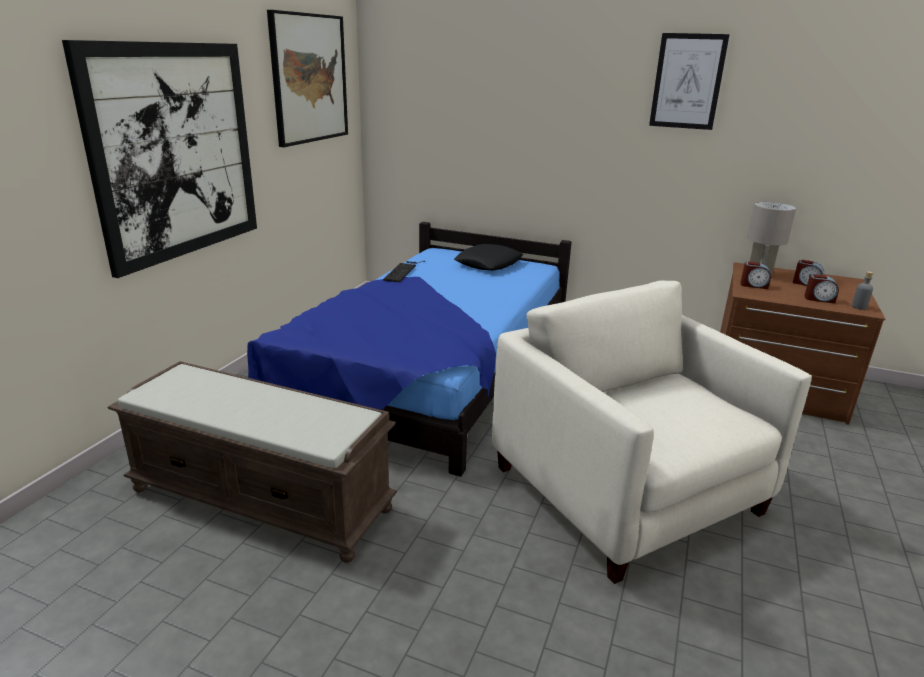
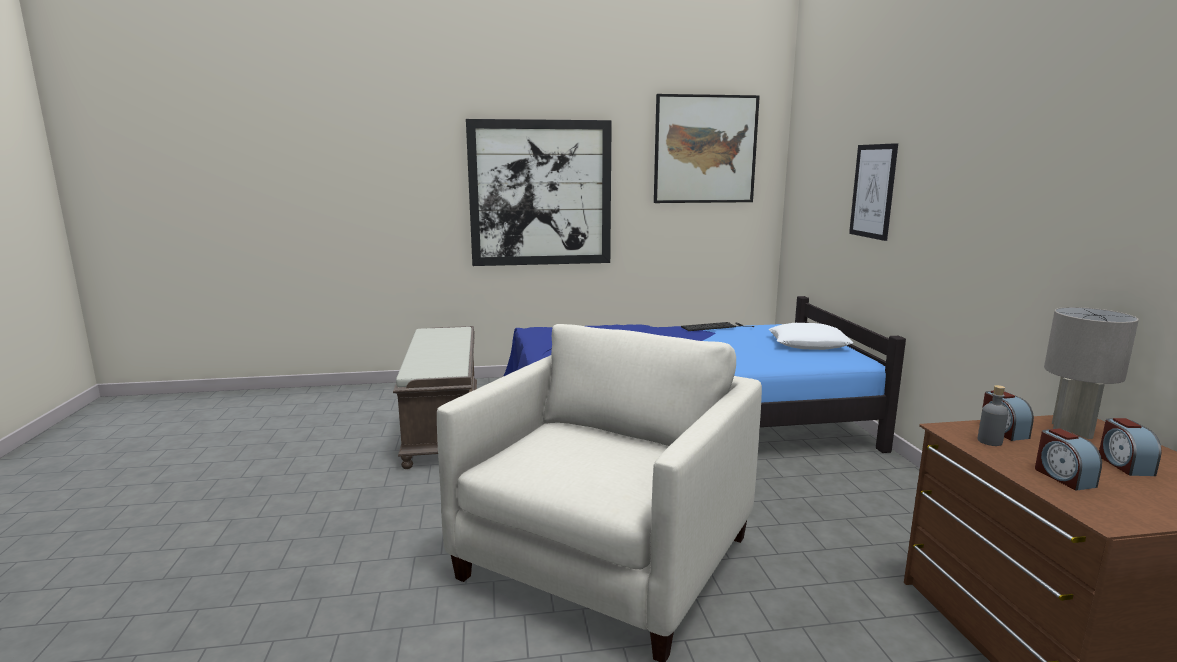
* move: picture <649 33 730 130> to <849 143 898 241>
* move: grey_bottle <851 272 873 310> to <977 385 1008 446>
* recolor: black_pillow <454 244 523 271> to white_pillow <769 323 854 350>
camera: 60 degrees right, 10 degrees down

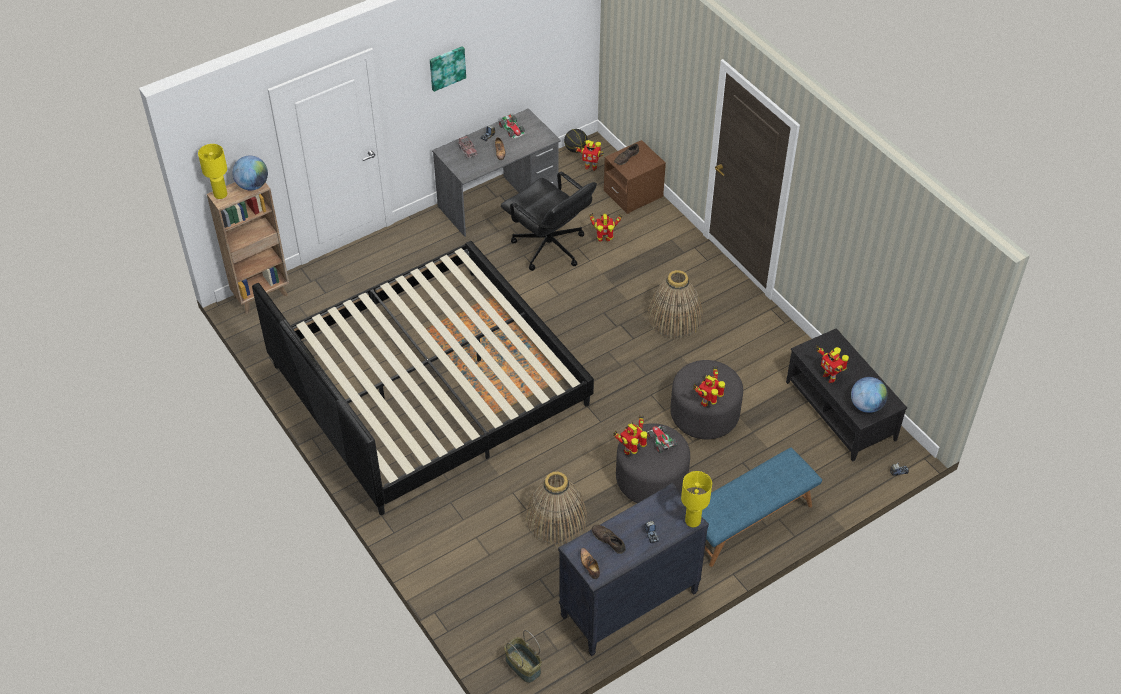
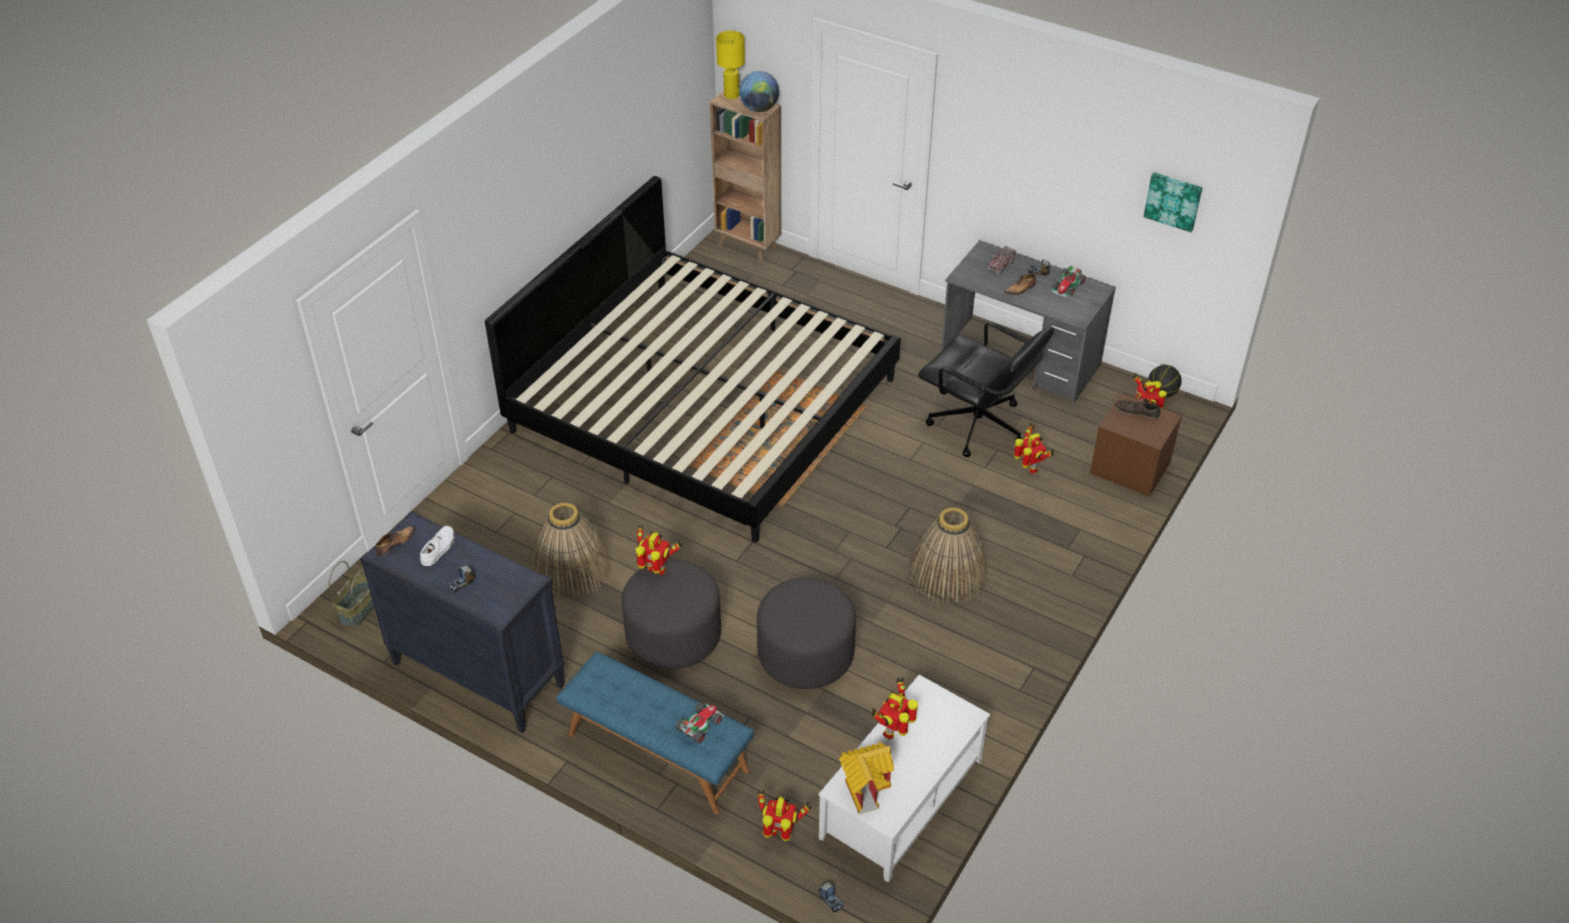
* delete: yellow_table_lamp <681 471 712 527>
* move: picture <430 46 466 92> to <1143 172 1203 232>
* move: toy_car <647 426 678 453> to <676 702 724 744>
* move: toy_robot <693 366 725 407> to <758 789 812 841>
* replace: globe <851 377 888 413> to toy_house <839 742 894 814>
* recolor: brown_shoe <592 525 626 554> to white_shoe <420 526 455 566>
* recolor: black_coffee_table <786 328 907 462> to white_coffee_table <819 675 990 882>
* rotate: black_office_chair <501 172 597 271> = <918 322 1054 457> 75 degrees counterclockwise
camera: 65 degrees right, 5 degrees down

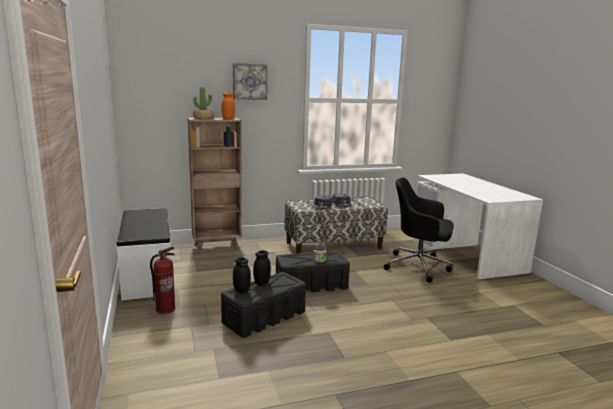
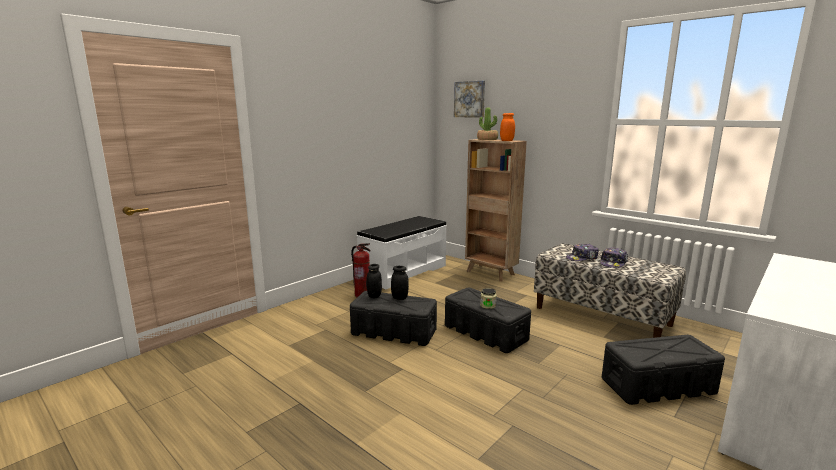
* move: picture <233 63 268 100> to <454 81 485 118>
* replace: black_office_chair <384 178 454 283> to black_storage_box <602 335 725 405>
camera: 60 degrees right, 0 degrees up

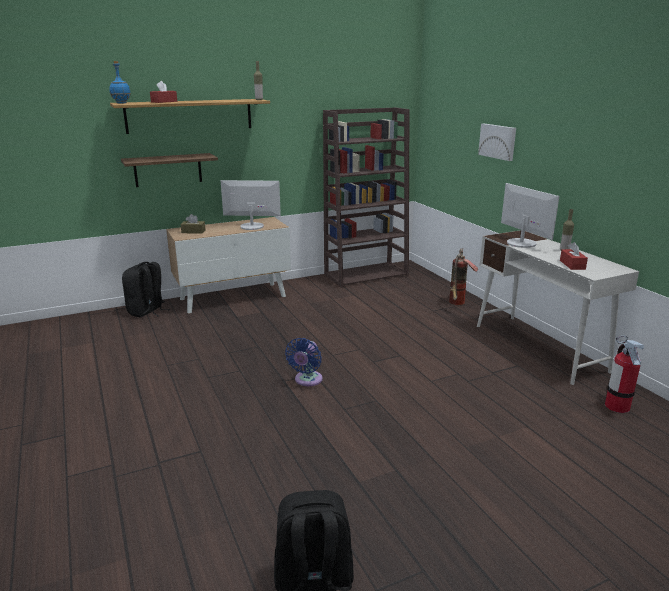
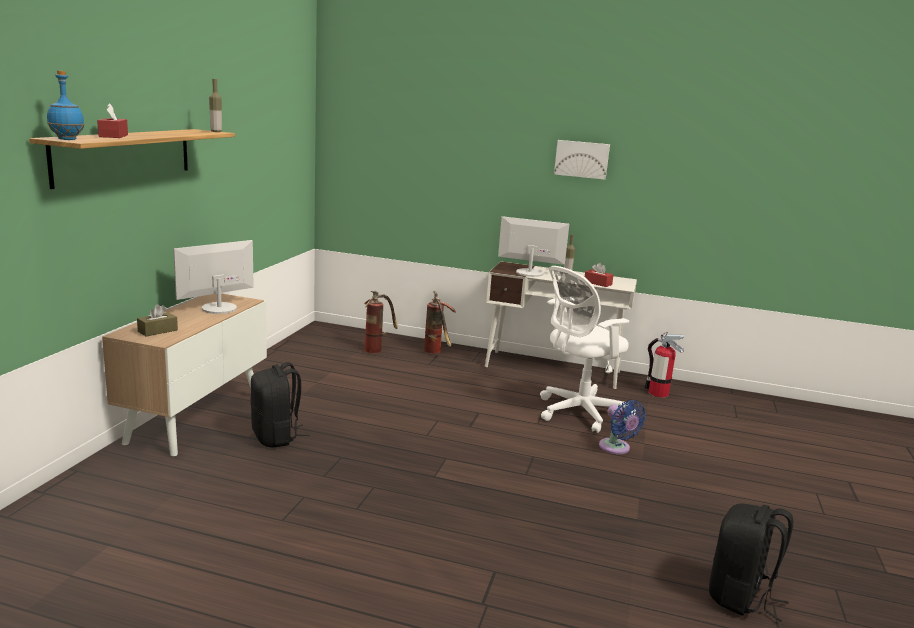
* delete: shelf <121 153 218 187>
* delete: brown_bookcase <323 107 410 288>
* insert: fire_extinguisher <364 291 398 353>
* insert: white_office_chair <540 266 636 433>
* move: black_backpack <122 262 170 318> to <250 362 309 448>
* move: blue_fan <285 338 323 386> to <599 400 646 454>
* move: picture <478 124 516 161> to <554 140 610 179>
camera: 50 degrees left, 5 degrees down

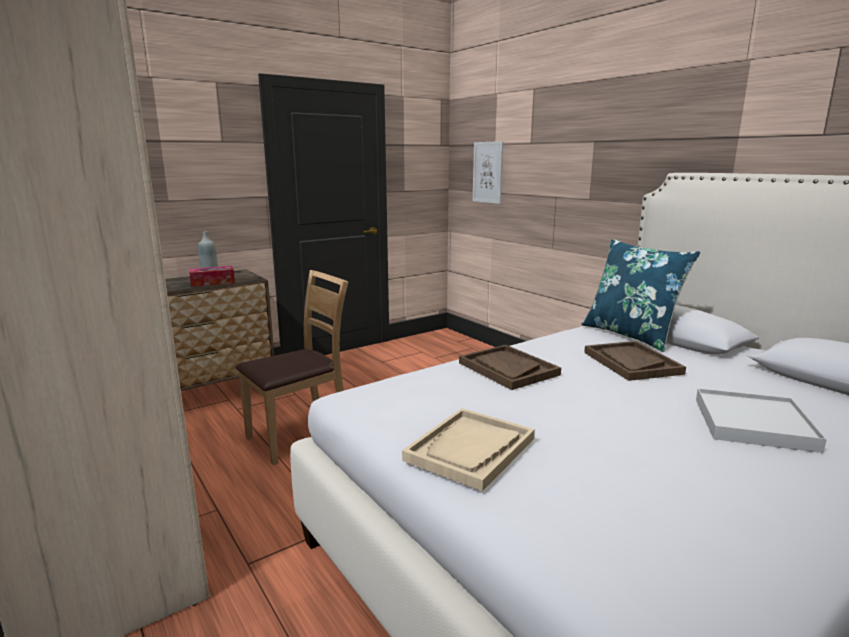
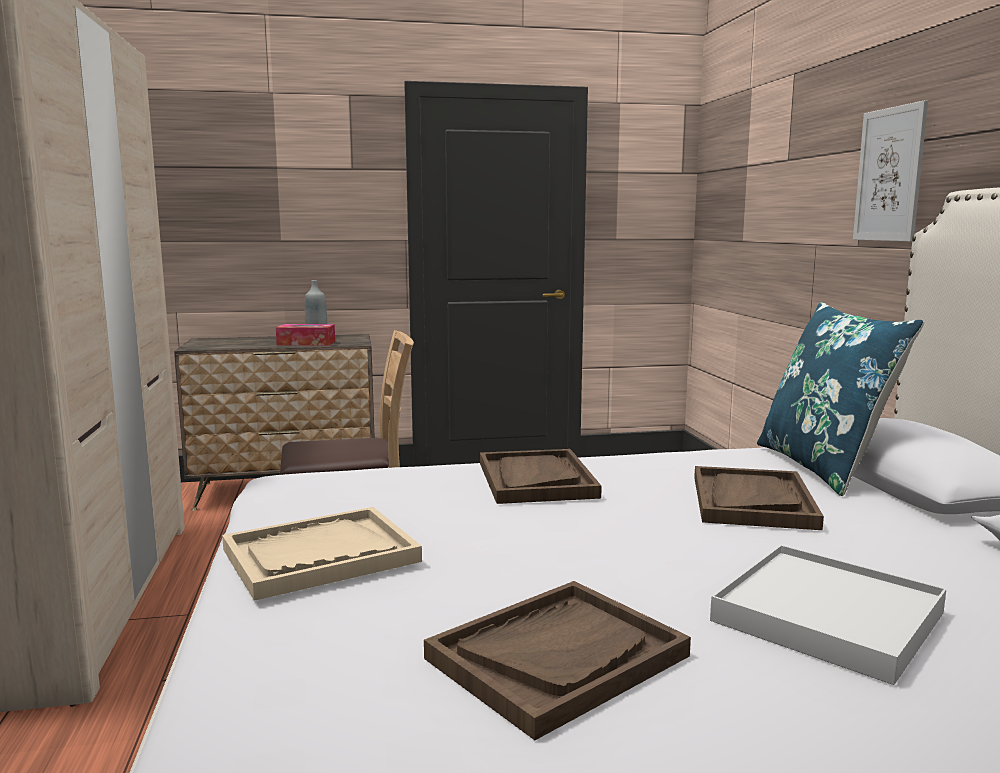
* insert: brown_tray <424 581 691 740>
* move: picture <473 141 503 204> to <853 100 928 242>
camera: 25 degrees right, 5 degrees down

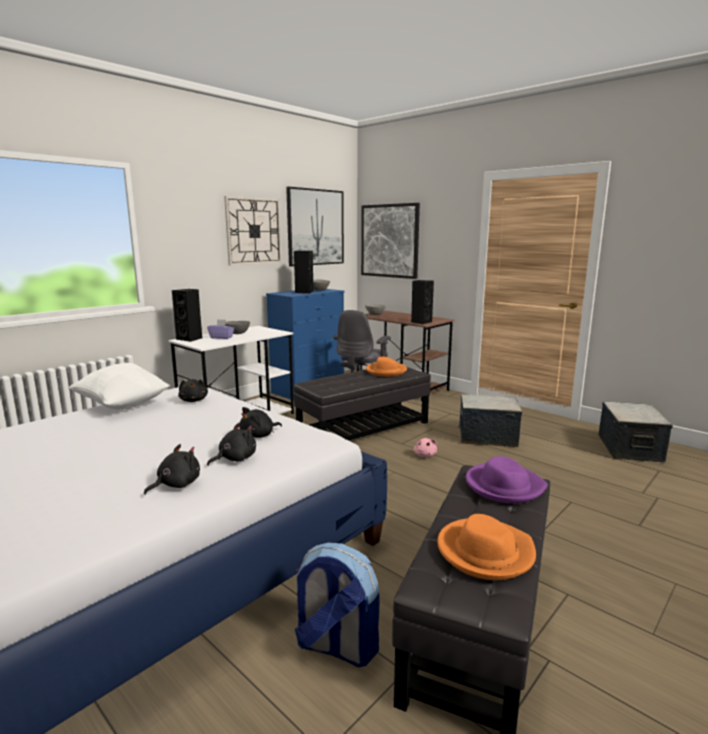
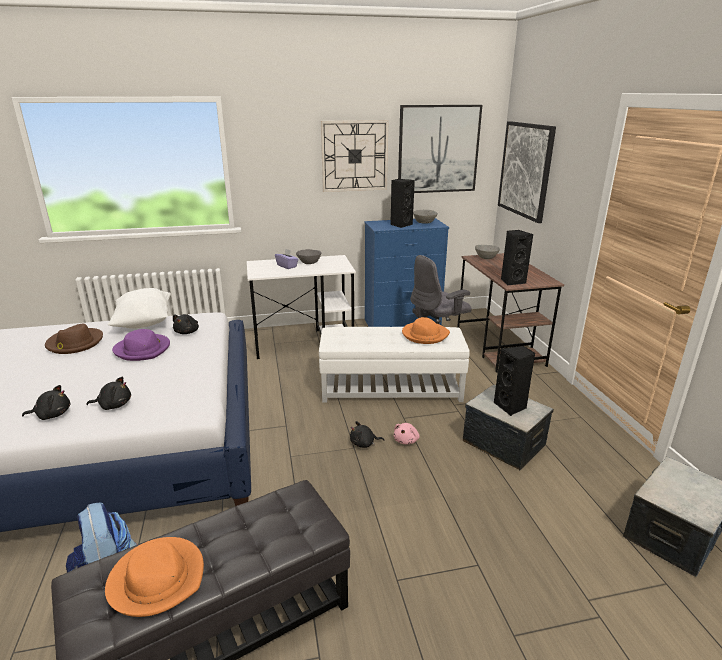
* insert: brown_hat <45 324 103 354>
* move: black_speaker <172 289 202 342> to <494 346 535 416>
* move: black_plush_toy <239 407 282 438> to <350 421 384 448>
* move: purple_hat <465 456 548 503> to <112 329 170 361>
* recolor: black_ottoman <294 367 431 441> to white_ottoman <319 327 470 403>
camera: 35 degrees right, 10 degrees up

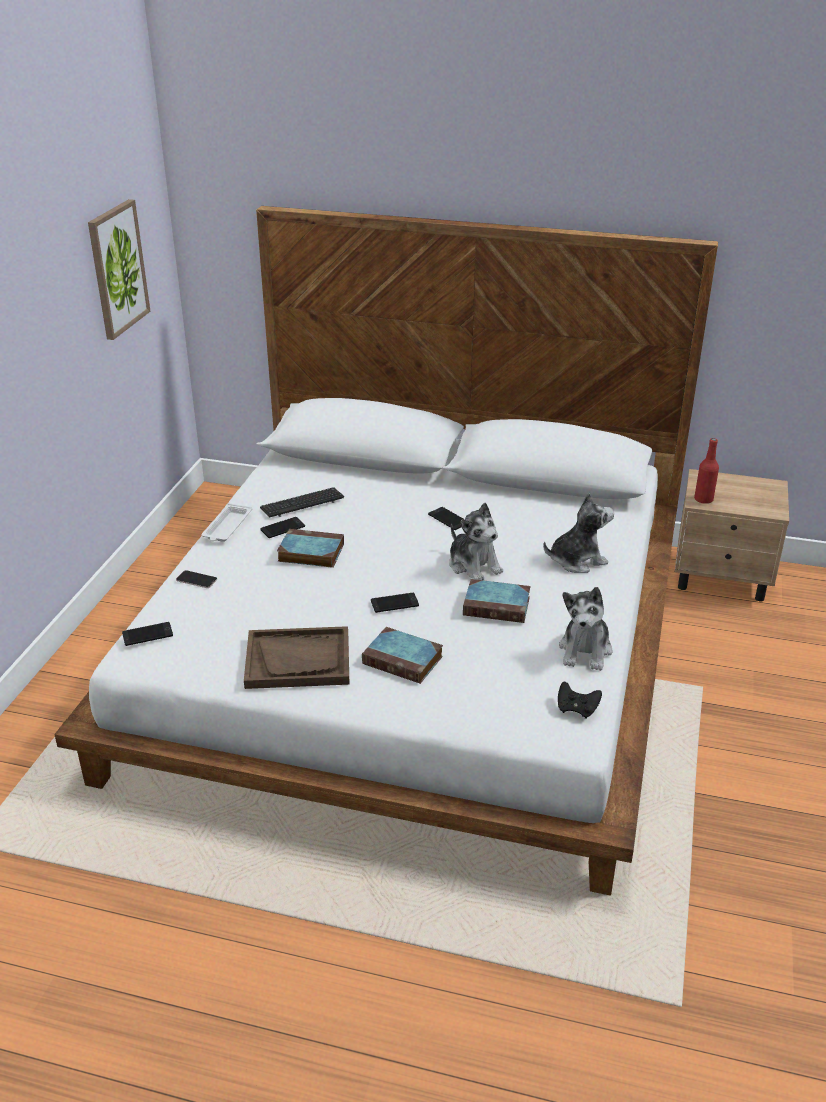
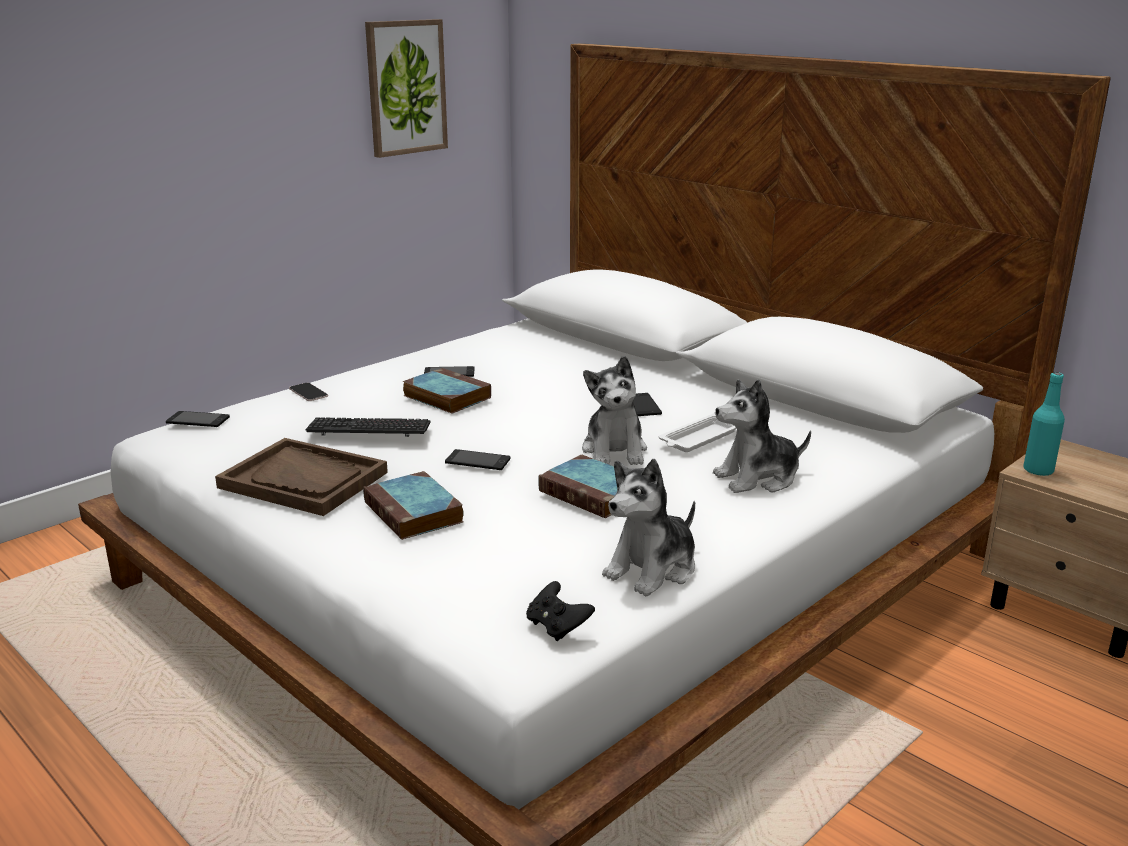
* move: white_tray <201 503 252 542> to <659 412 737 452>
* move: keyboard <260 487 344 517> to <306 417 431 437>
* recolor: red_bottle <694 438 719 504> to turquoise_bottle <1023 372 1065 476>
* rotate: plush_toy <543 492 614 573> = <713 379 811 493> 150 degrees clockwise
camera: 30 degrees right, 10 degrees down

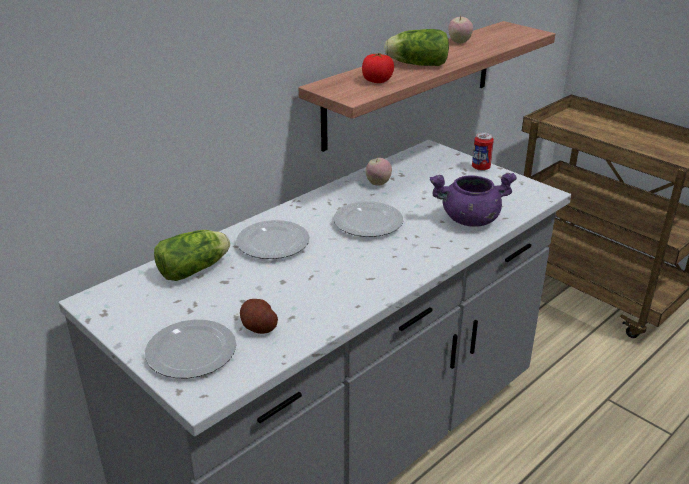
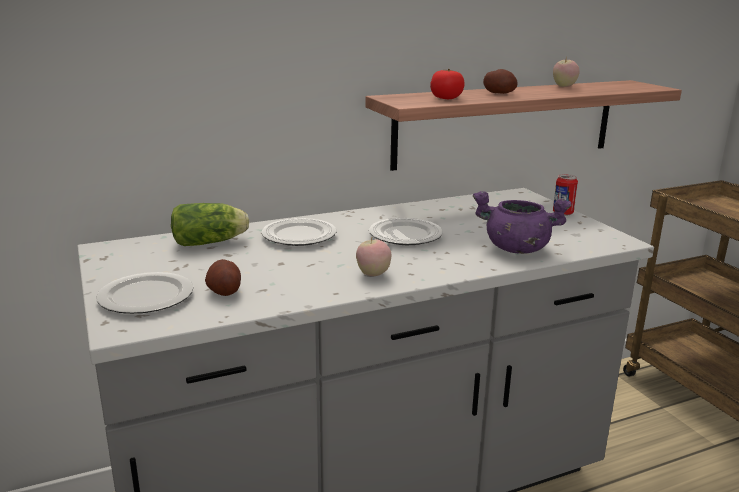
* move: apple <365 156 392 186> to <356 238 391 276>
* replace: lettuce <384 29 449 66> to potato <483 69 518 94>
camera: 20 degrees right, 10 degrees down

